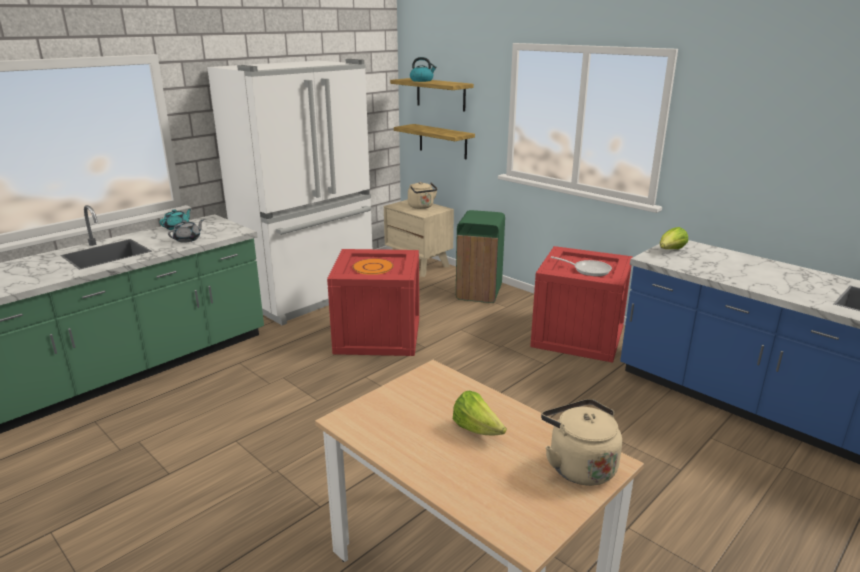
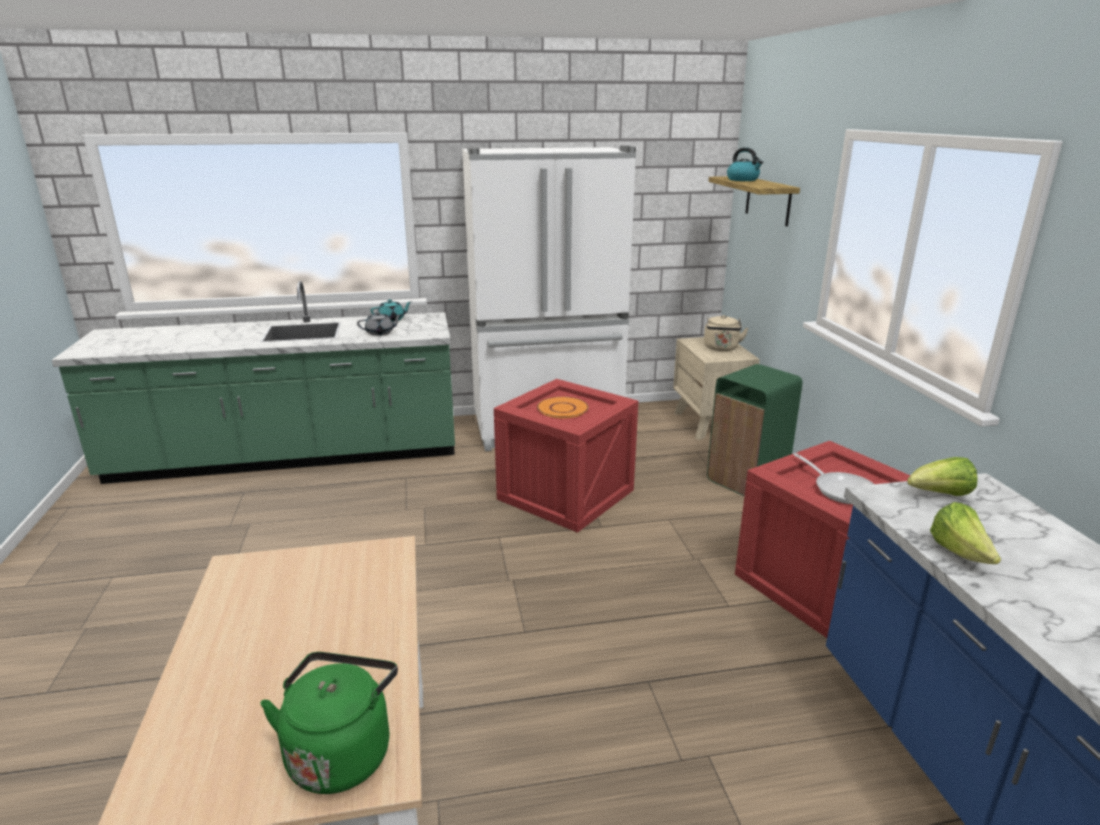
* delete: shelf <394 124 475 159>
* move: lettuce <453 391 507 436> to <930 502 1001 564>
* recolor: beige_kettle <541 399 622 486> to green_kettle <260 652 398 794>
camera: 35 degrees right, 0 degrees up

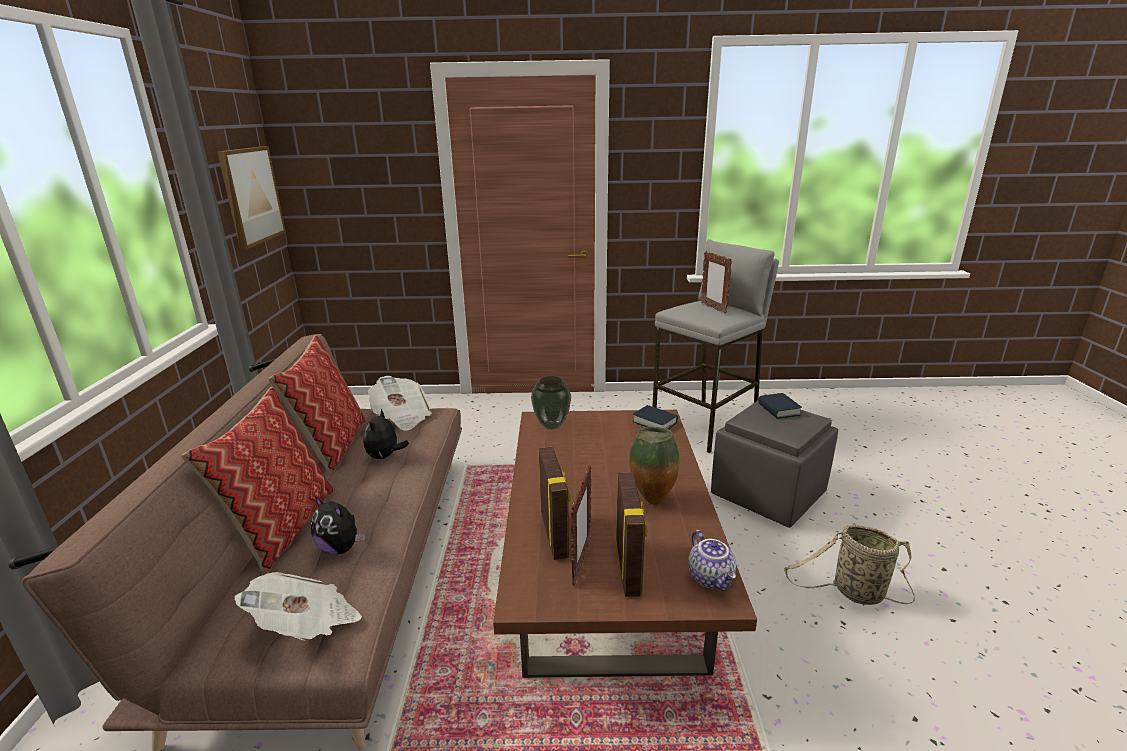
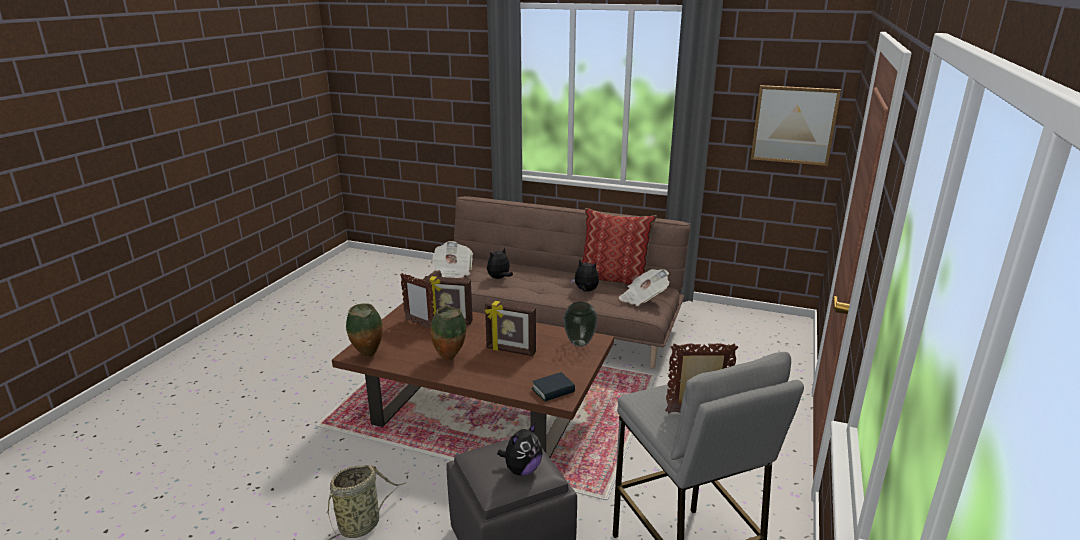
* delete: pillow <181 387 334 575>
* move: picture_frame <616 472 648 597> to <485 300 536 356>
* replace: teapot <688 530 736 590> to vase <346 303 383 357>
* replace: book <758 393 802 419> to plush_toy <497 423 543 476>
camera: 110 degrees right, 0 degrees up

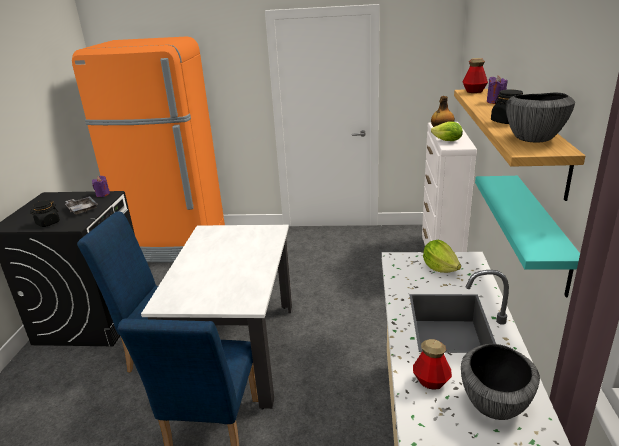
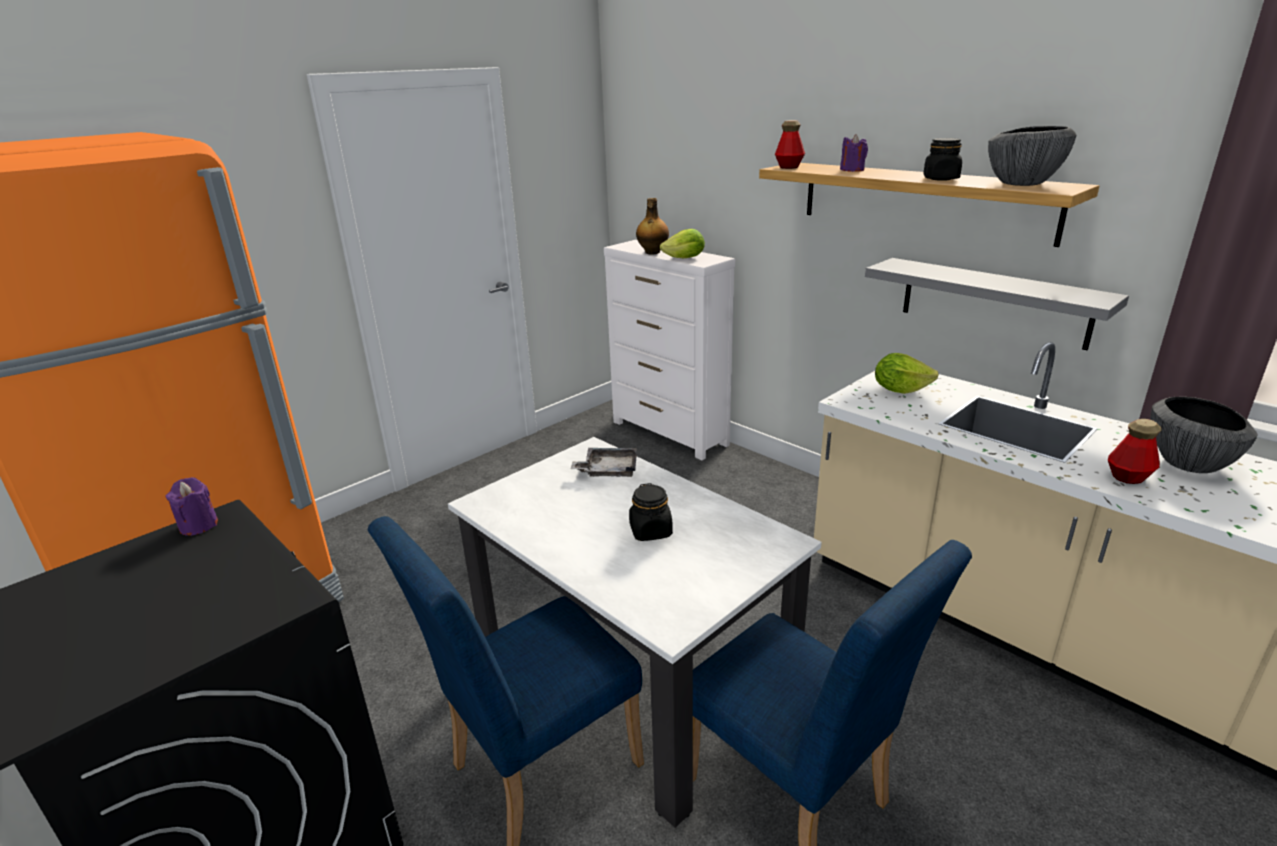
* move: black_jar <30 200 60 227> to <629 483 673 541>
* move: grey_tray <65 196 98 215> to <571 448 637 477>
* recolor: turquoise_shelf <475 176 580 297> to grey_shelf <865 258 1129 350>
camera: 50 degrees left, 0 degrees up

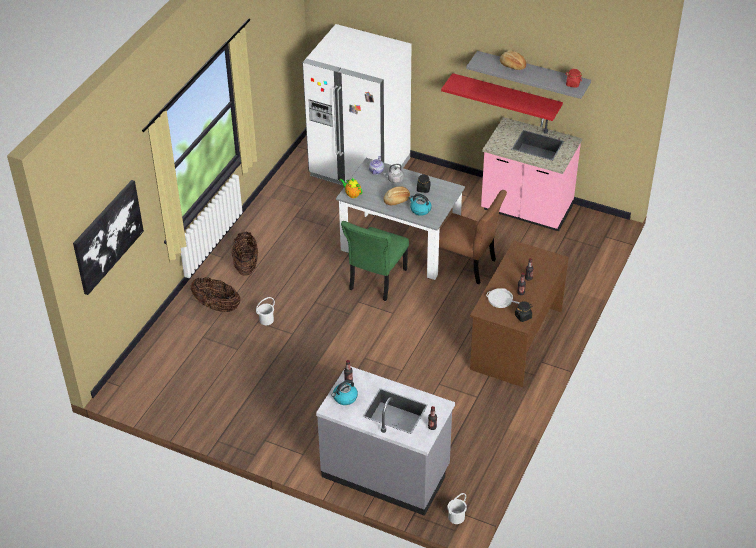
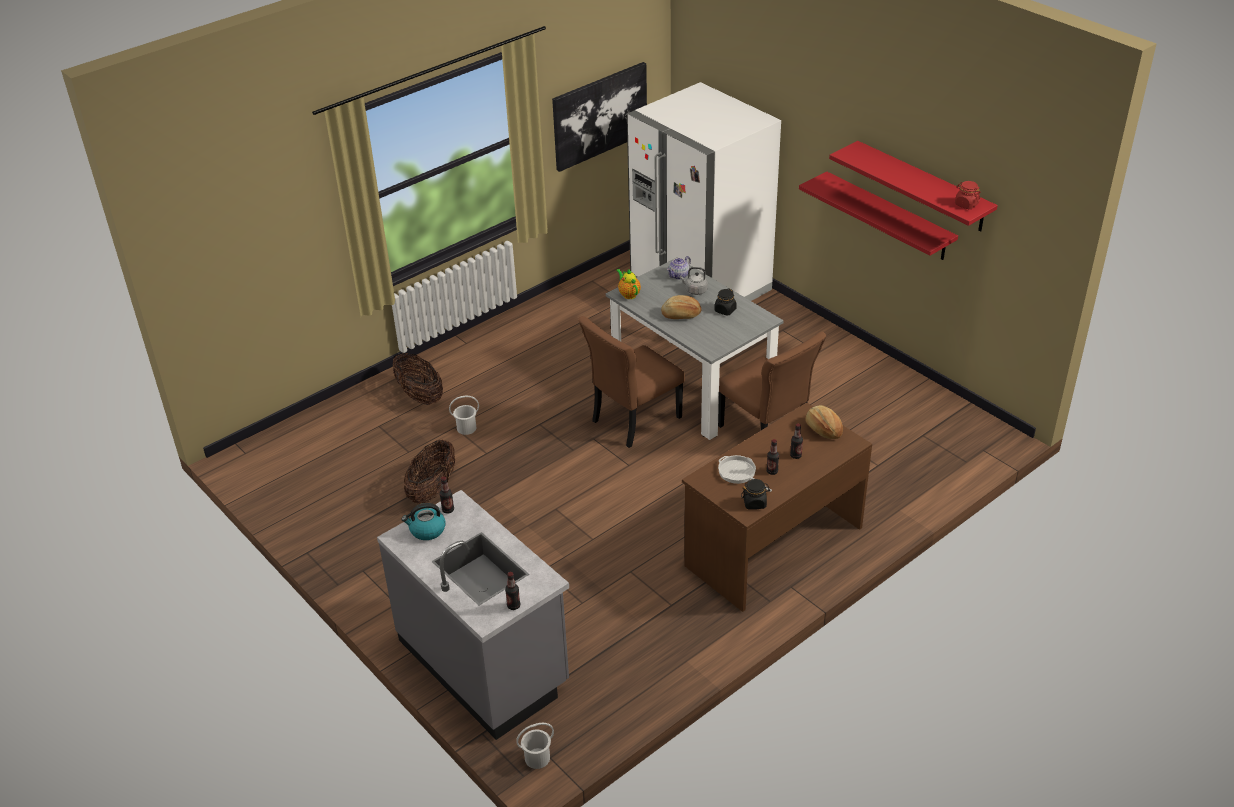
* delete: kettle <408 193 432 216>
* delete: pink_counter <481 117 582 231>
* move: picture <73 180 144 295> to <552 62 647 172>
* move: basket <232 231 258 275> to <404 440 455 504>
* move: bread <500 51 526 70> to <805 405 843 439>
* recolor: green_chair <341 221 409 301> to brown_chair <578 316 685 448>
* recolor: grey_shelf <466 51 591 99> to red_shelf <829 141 998 231>
camera: 25 degrees right, 5 degrees down

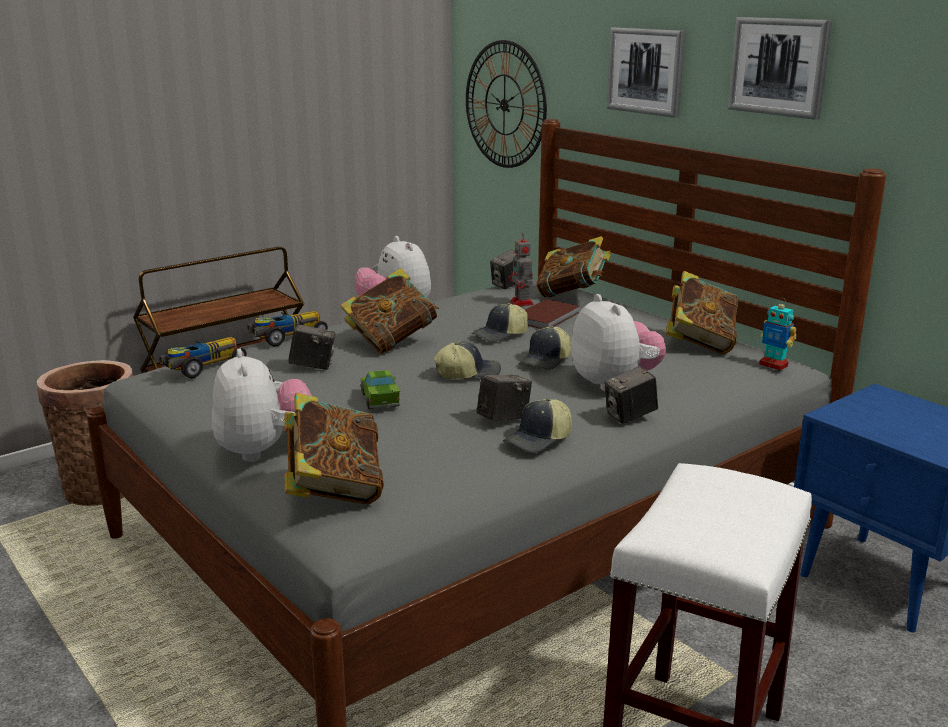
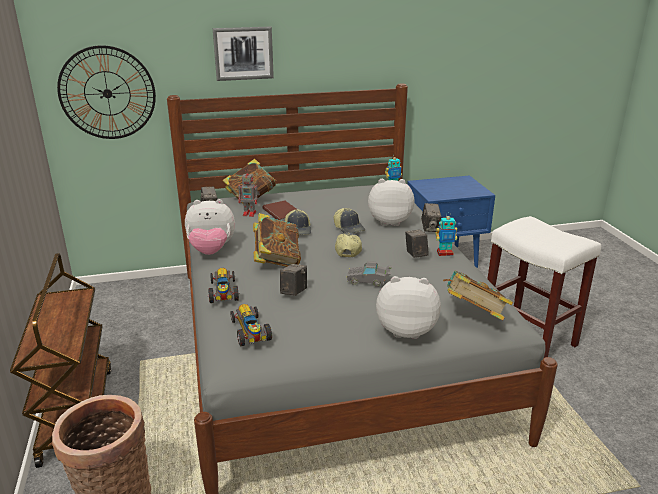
* delete: book <666 271 739 354>
* delete: picture <728 17 832 120>
* replace: cap <503 398 572 453> to toy_robot <435 212 457 256>
* recolor: green_toy_car <360 370 400 409> to grey_toy_car <346 261 392 287>
camera: 65 degrees left, 5 degrees up

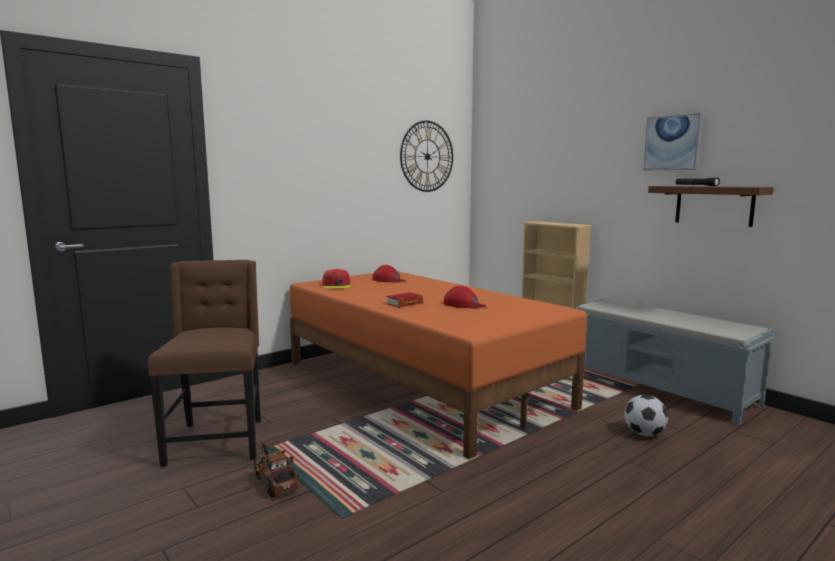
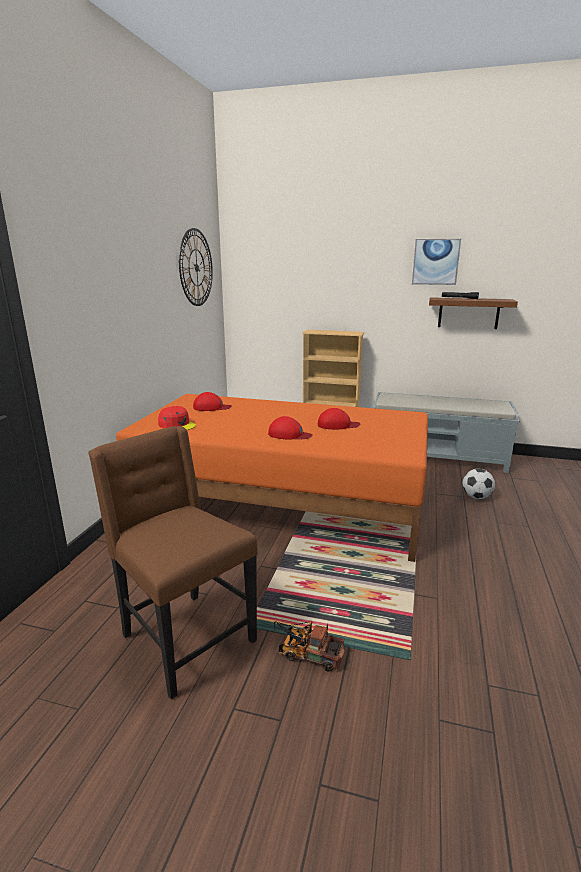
* replace: book <387 292 423 307> to red_cap <268 416 313 440>
camera: 35 degrees left, 10 degrees up

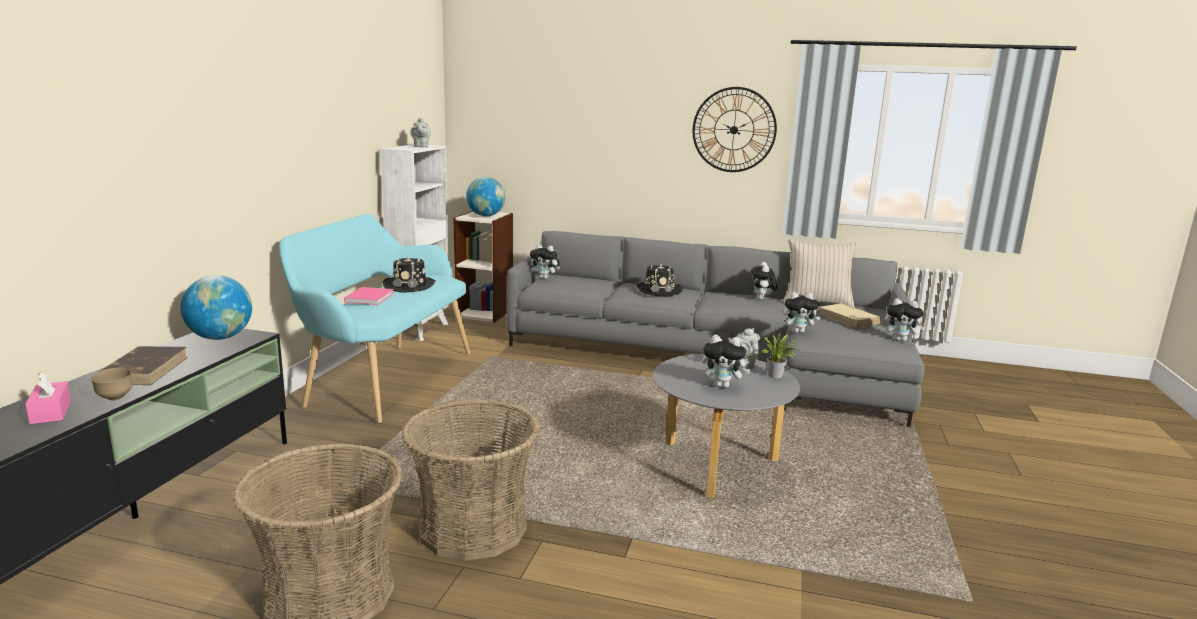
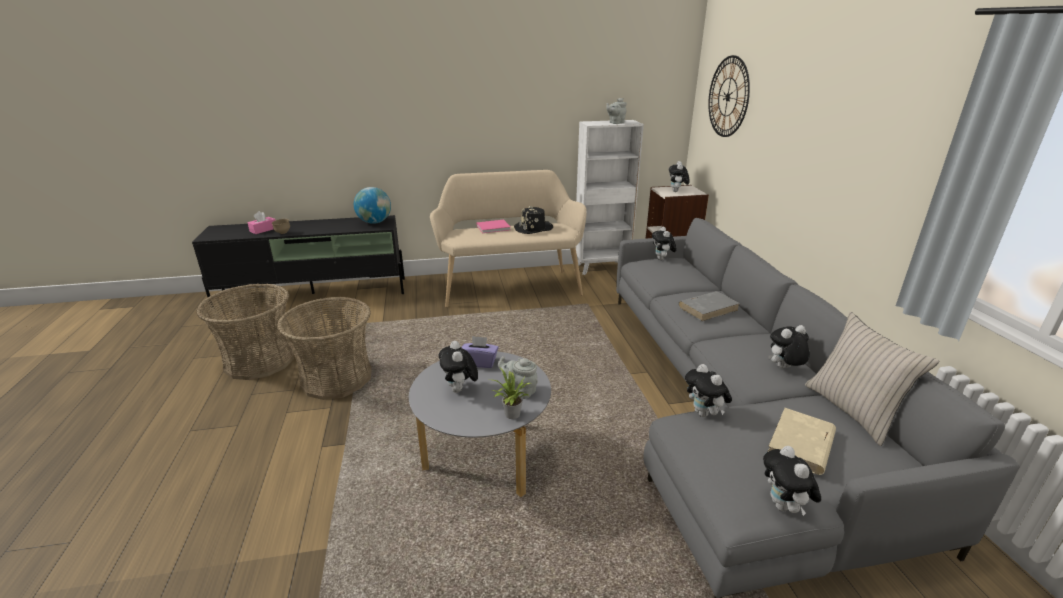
* delete: brown_book <99 346 188 385>
* insert: purple_tissue_box <461 336 499 368>
* move: wall_clock <693 87 777 172> to <708 55 750 137>
* replace: globe <466 177 505 216> to plush_toy <669 161 690 192>
* replace: black_hat <636 264 683 297> to grey_book <678 291 740 321>
* recolor: turquoise_bench <279 214 470 424> to beige_bench <430 170 587 308>
camera: 65 degrees right, 10 degrees up

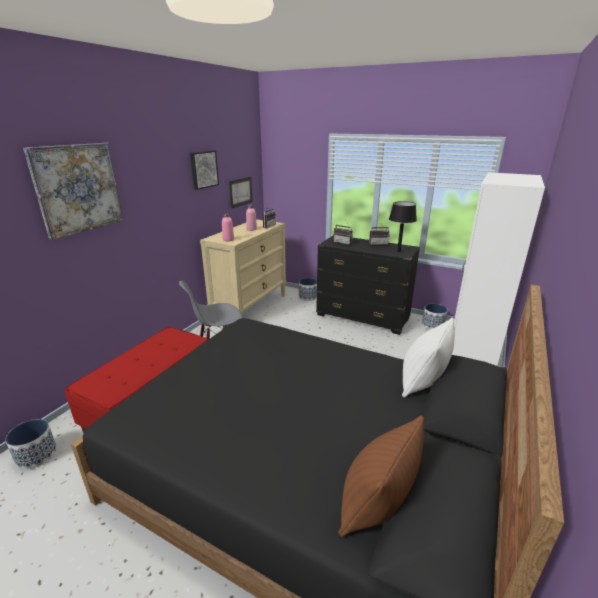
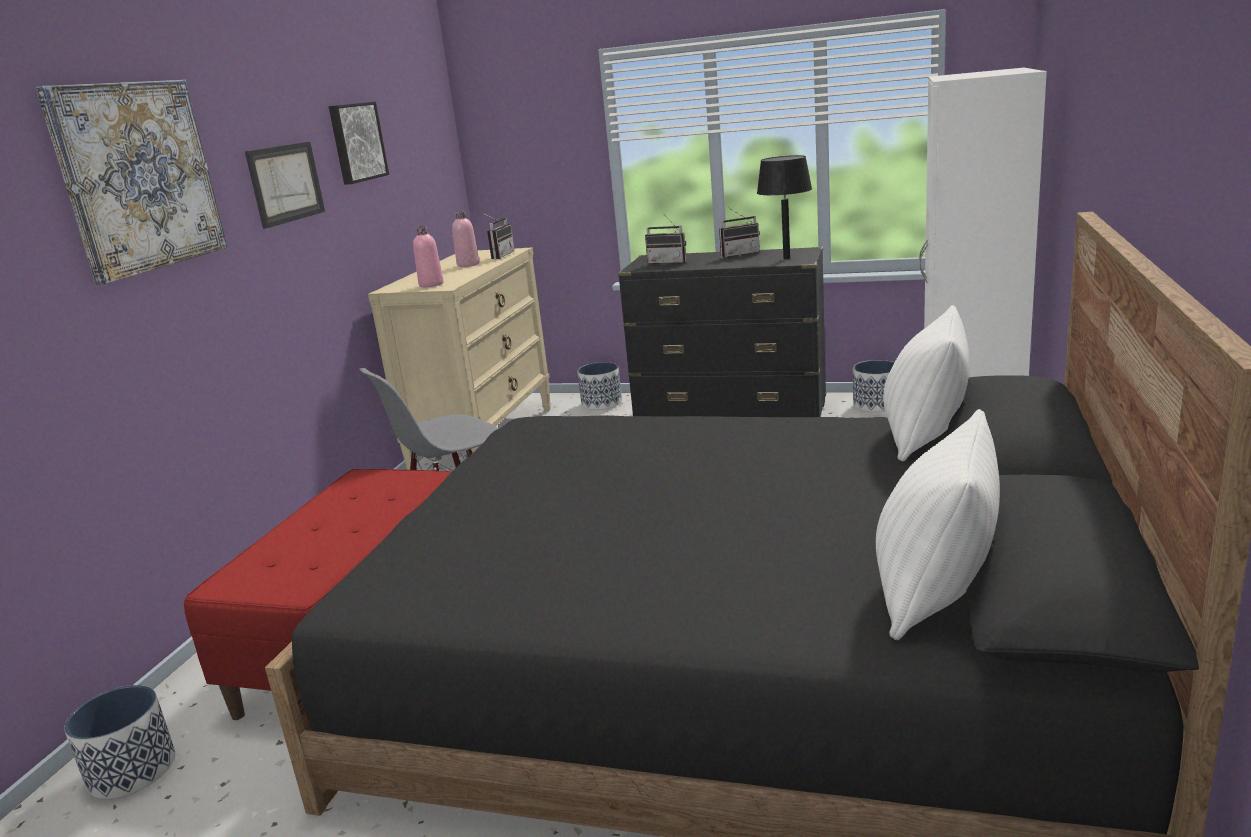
* move: picture <229 177 253 209> to <245 141 325 229>
* recolor: brown_pillow <338 415 424 537> to white_pillow <876 409 1000 640>
camera: 10 degrees left, 5 degrees down

